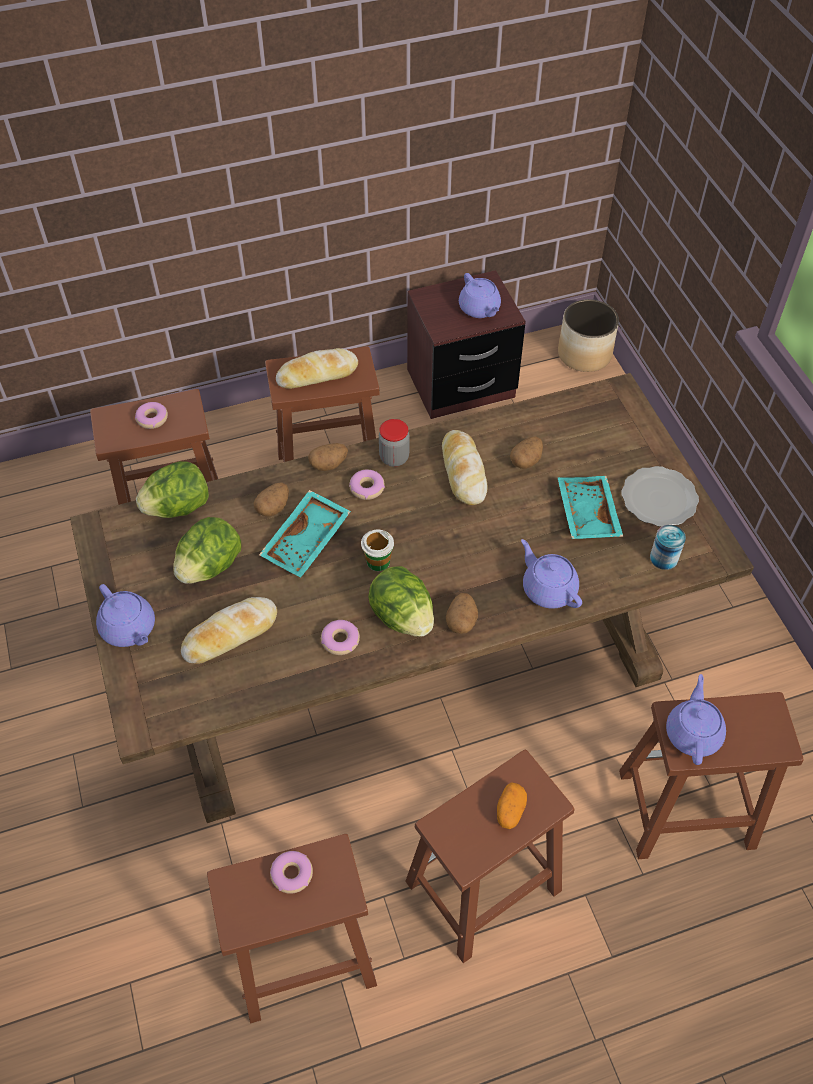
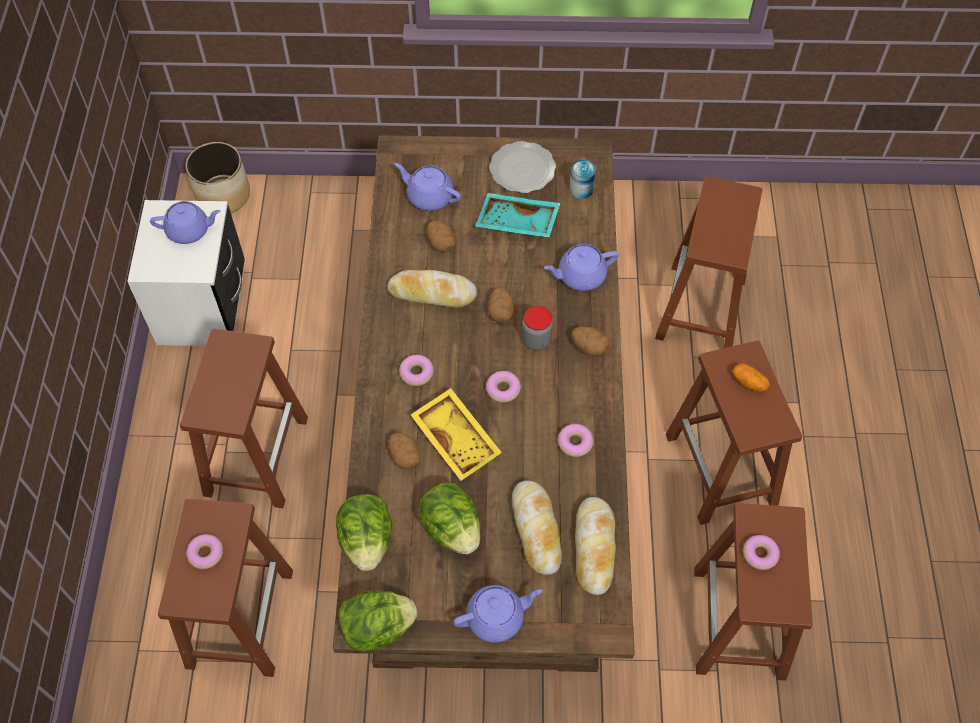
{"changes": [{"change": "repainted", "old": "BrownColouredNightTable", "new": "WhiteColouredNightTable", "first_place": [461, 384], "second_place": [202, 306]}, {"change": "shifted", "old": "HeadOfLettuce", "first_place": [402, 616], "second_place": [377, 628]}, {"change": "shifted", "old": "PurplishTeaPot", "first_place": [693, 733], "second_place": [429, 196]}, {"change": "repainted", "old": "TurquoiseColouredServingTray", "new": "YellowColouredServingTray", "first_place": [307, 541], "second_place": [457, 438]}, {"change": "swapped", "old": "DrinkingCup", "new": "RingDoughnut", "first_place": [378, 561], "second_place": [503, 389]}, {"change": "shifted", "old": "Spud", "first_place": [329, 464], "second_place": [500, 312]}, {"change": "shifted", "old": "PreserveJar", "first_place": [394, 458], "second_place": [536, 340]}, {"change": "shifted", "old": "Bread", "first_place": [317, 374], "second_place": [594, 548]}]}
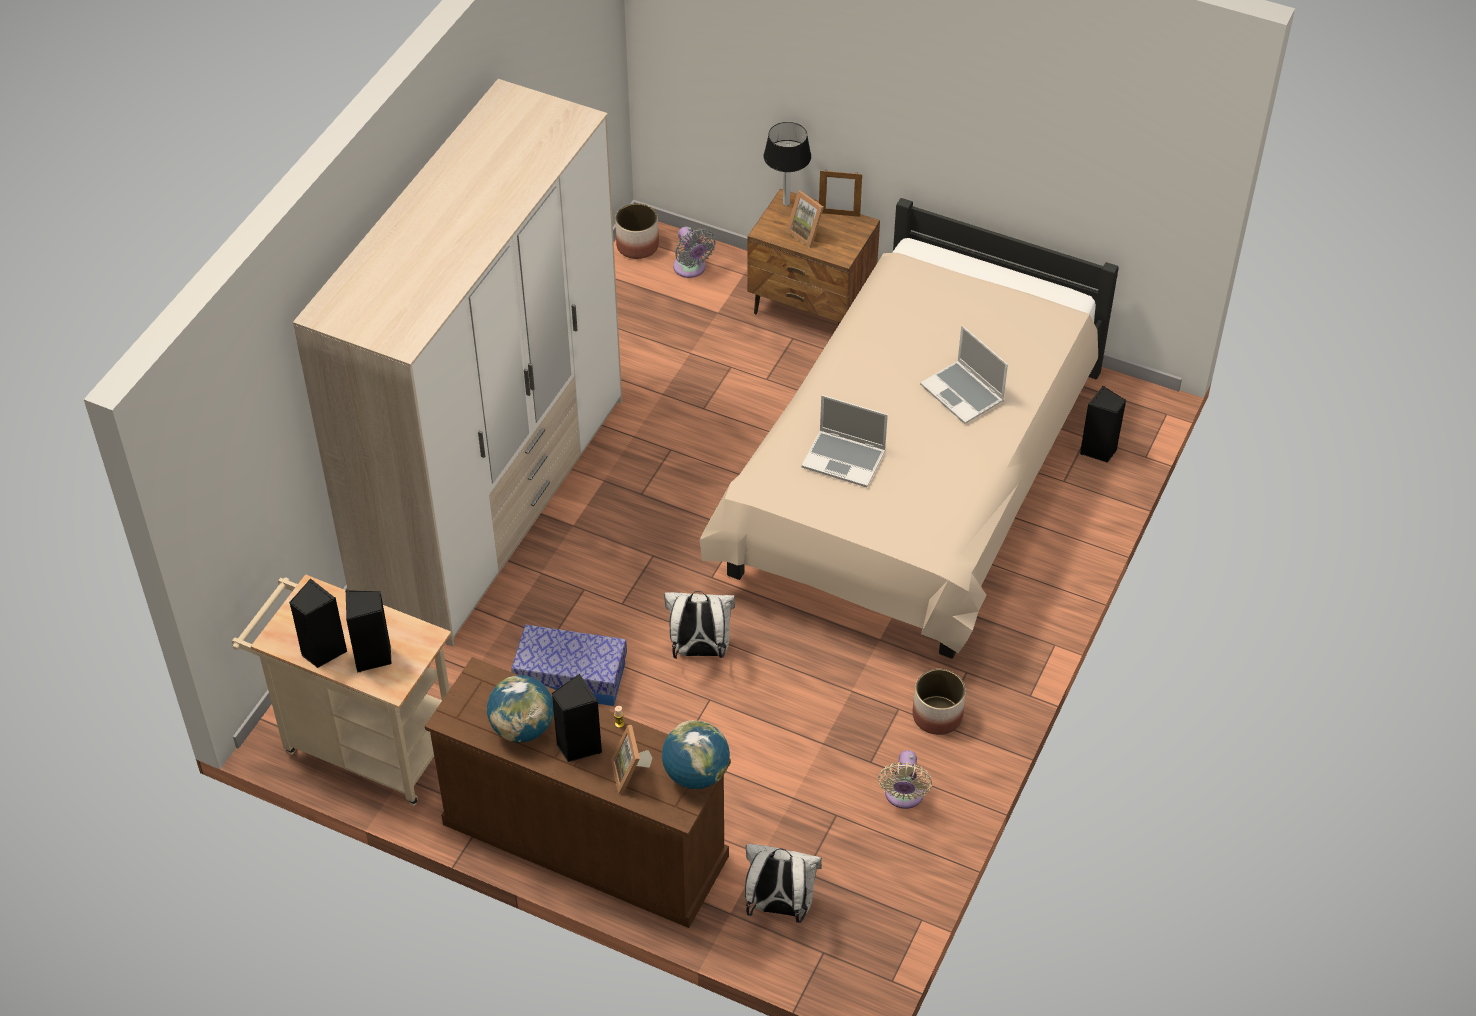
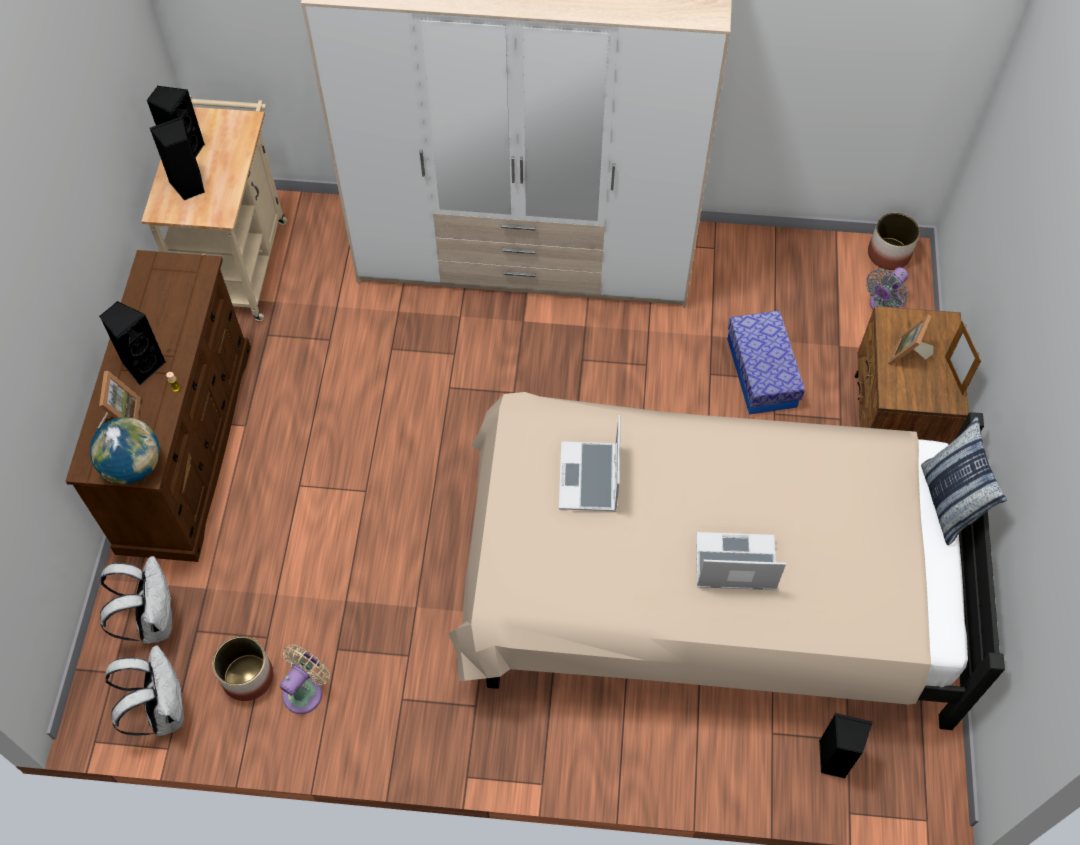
{"changes": [{"change": "rotated", "old": "PictureFrame", "first_place": [631, 774], "second_place": [122, 416], "degrees": 120}, {"change": "shifted", "old": "WhiteColouredKnapsack", "first_place": [699, 650], "second_place": [163, 710]}, {"change": "shifted", "old": "FlowerPot", "first_place": [937, 716], "second_place": [247, 677]}, {"change": "rotated", "old": "BeigeCoolingFan", "first_place": [903, 796], "second_place": [305, 691], "degrees": 135}, {"change": "rotated", "old": "NotebookComputer", "first_place": [963, 394], "second_place": [734, 564], "degrees": 60}, {"change": "shifted", "old": "StorageContainer", "first_place": [571, 677], "second_place": [761, 372]}, {"change": "new", "new": "Cushion", "second_place": [948, 502]}, {"change": "gone", "old": "WorldGlobe", "first_place": [522, 728]}, {"change": "gone", "old": "TableLamp", "first_place": [786, 203]}]}
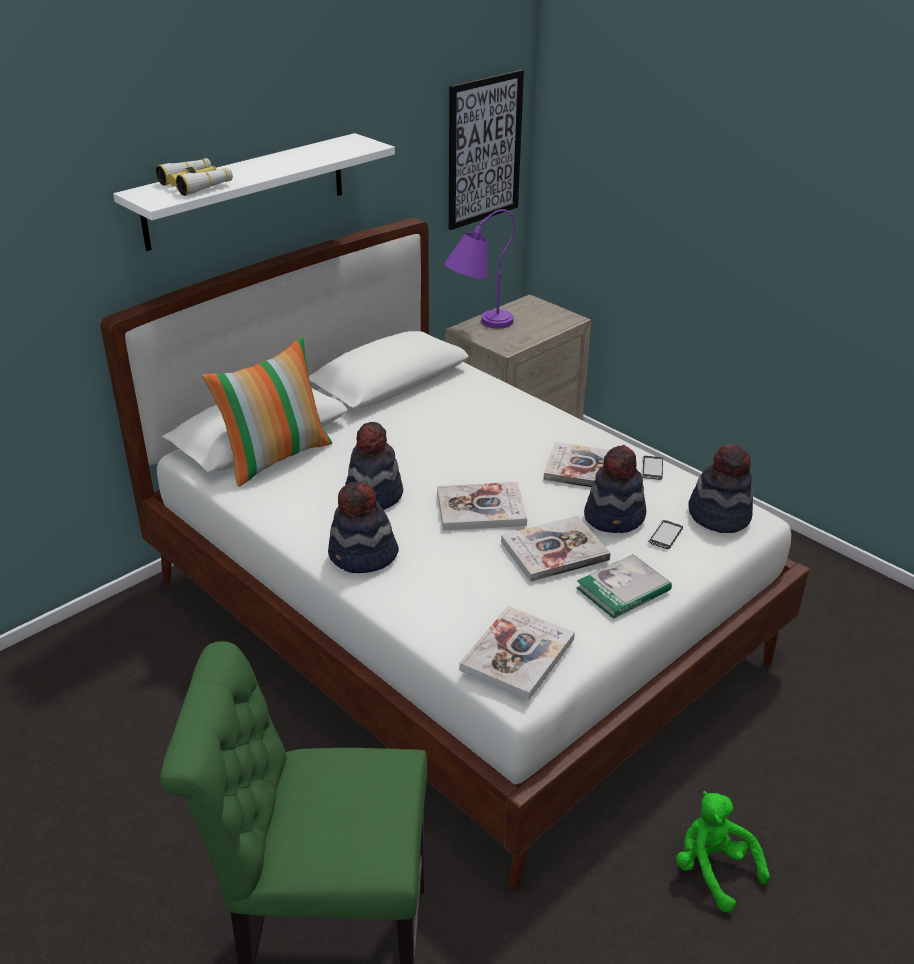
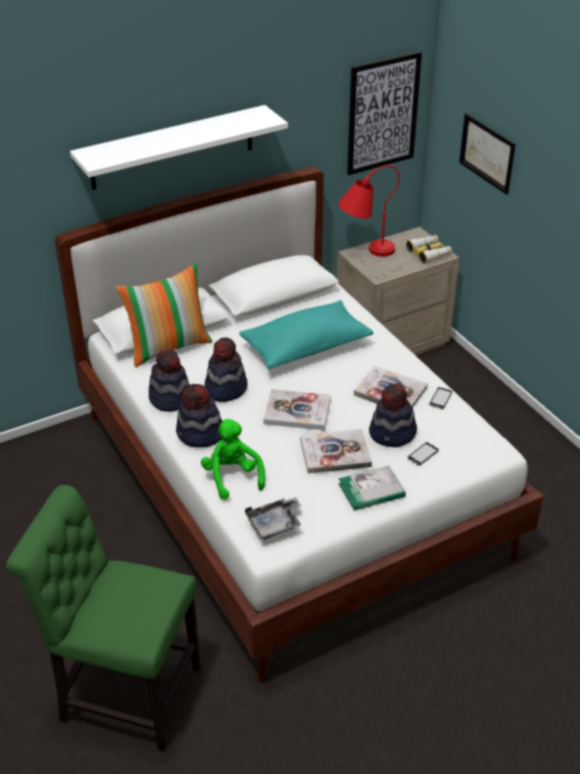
{"changes": [{"change": "shifted", "old": "ClothingHat", "first_place": [719, 515], "second_place": [170, 398]}, {"change": "shifted", "old": "GreenColouredPlushToy", "first_place": [713, 869], "second_place": [232, 477]}, {"change": "new", "new": "TurquoiseColouredCushion", "second_place": [306, 347]}, {"change": "swapped", "old": "Volume", "new": "GrayServingTray", "first_place": [517, 654], "second_place": [275, 524]}, {"change": "repainted", "old": "PurplishTableLamp", "new": "RedColouredTableLamp", "first_place": [477, 325], "second_place": [364, 251]}, {"change": "shifted", "old": "FieldGlasses", "first_place": [196, 184], "second_place": [428, 253]}, {"change": "new", "new": "WallPicture", "second_place": [487, 153]}]}
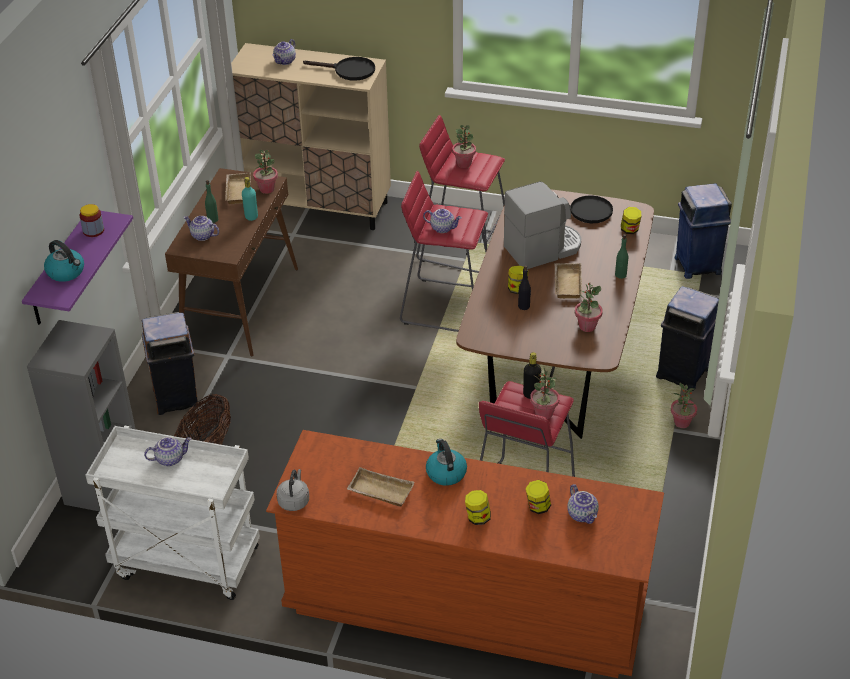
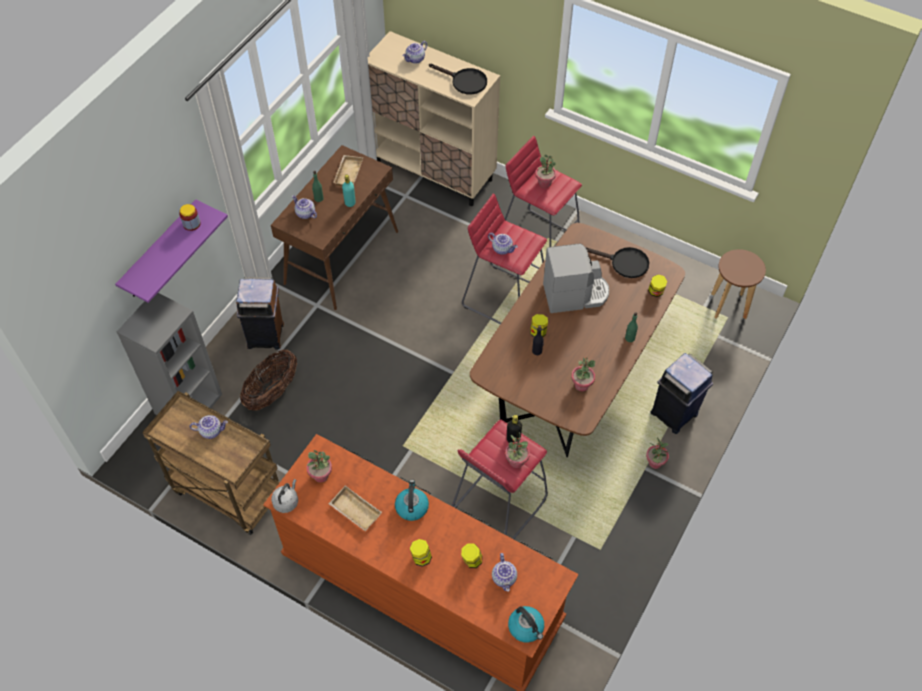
{"changes": [{"change": "repainted", "old": "WhiteColouredCart", "new": "BrownColouredCart", "first_place": [185, 563], "second_place": [226, 491]}, {"change": "shifted", "old": "PlantInAPot", "first_place": [267, 189], "second_place": [321, 475]}, {"change": "shifted", "old": "WaterKettle", "first_place": [66, 272], "second_place": [526, 627]}, {"change": "swapped", "old": "BlueColouredTrashCan", "new": "BrownColouredStool", "first_place": [697, 265], "second_place": [728, 306]}, {"change": "gone", "old": "BeigeServingTray", "first_place": [566, 283]}]}
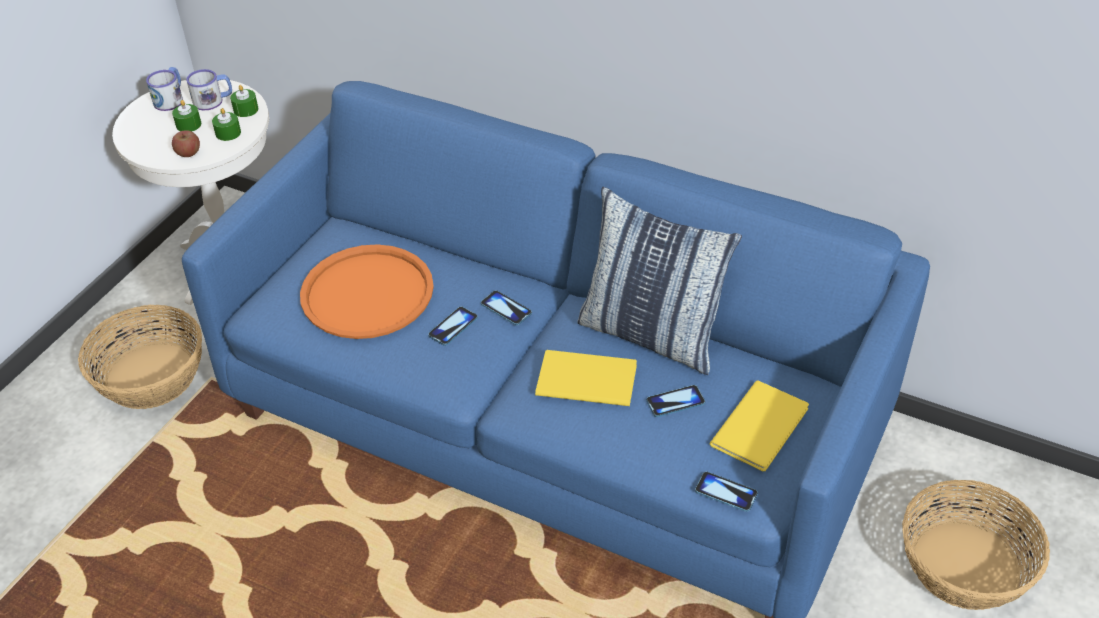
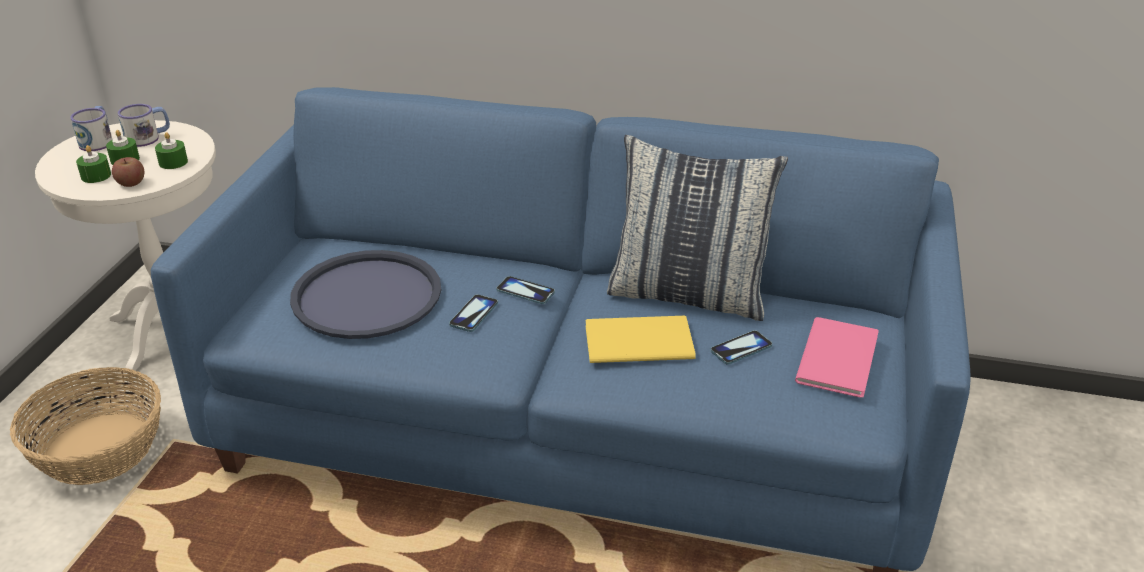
{"changes": [{"change": "shifted", "old": "GreenColouredWaxLight", "first_place": [246, 109], "second_place": [96, 176]}, {"change": "repainted", "old": "OrangeColouredServingTray", "new": "BlueColouredServingTray", "first_place": [367, 293], "second_place": [367, 296]}, {"change": "repainted", "old": "YellowColouredVolume", "new": "PinkVolume", "first_place": [763, 426], "second_place": [841, 357]}, {"change": "gone", "old": "Phone", "first_place": [726, 492]}, {"change": "gone", "old": "Basket", "first_place": [965, 565]}]}
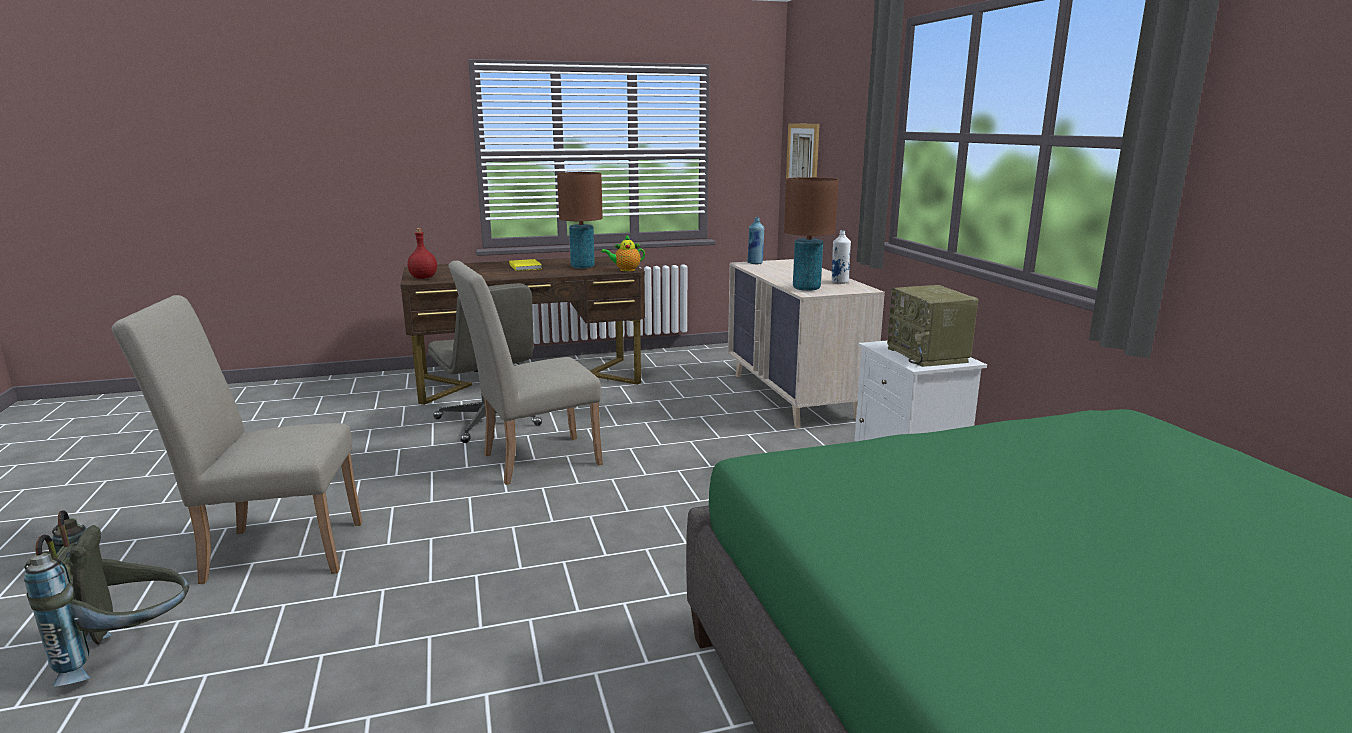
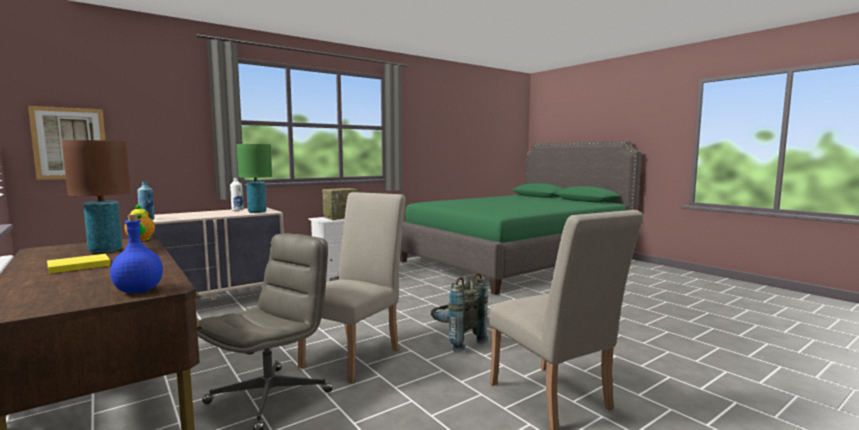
{"changes": [{"change": "repainted", "old": "RedColouredDrinkBottle", "new": "BlueColouredDrinkBottle", "first_place": [423, 278], "second_place": [139, 290]}, {"change": "repainted", "old": "BrownColouredTableLamp", "new": "GreenColouredTableLamp", "first_place": [806, 288], "second_place": [257, 212]}, {"change": "rotated", "old": "BeigePlainChair", "first_place": [532, 460], "second_place": [356, 354], "degrees": -105}, {"change": "shifted", "old": "GrayKnapsack", "first_place": [129, 651], "second_place": [456, 341]}]}
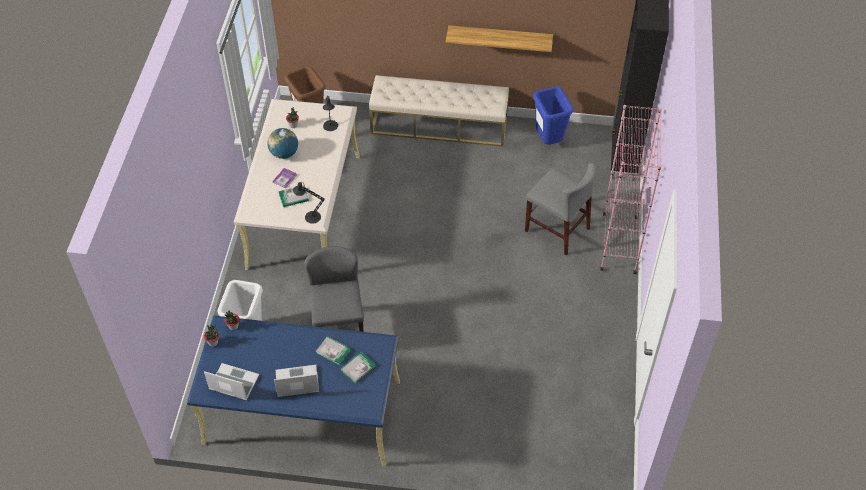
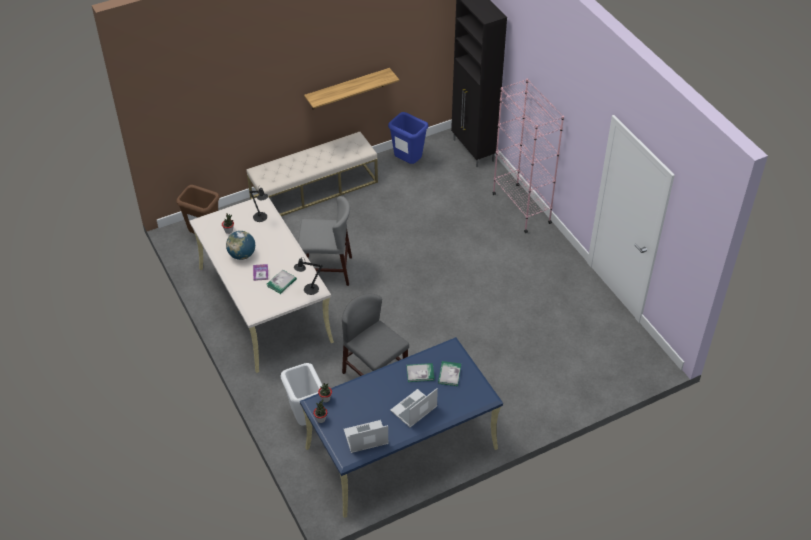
{"changes": [{"change": "shifted", "old": "GrayPlainChair", "first_place": [557, 229], "second_place": [327, 270]}]}
